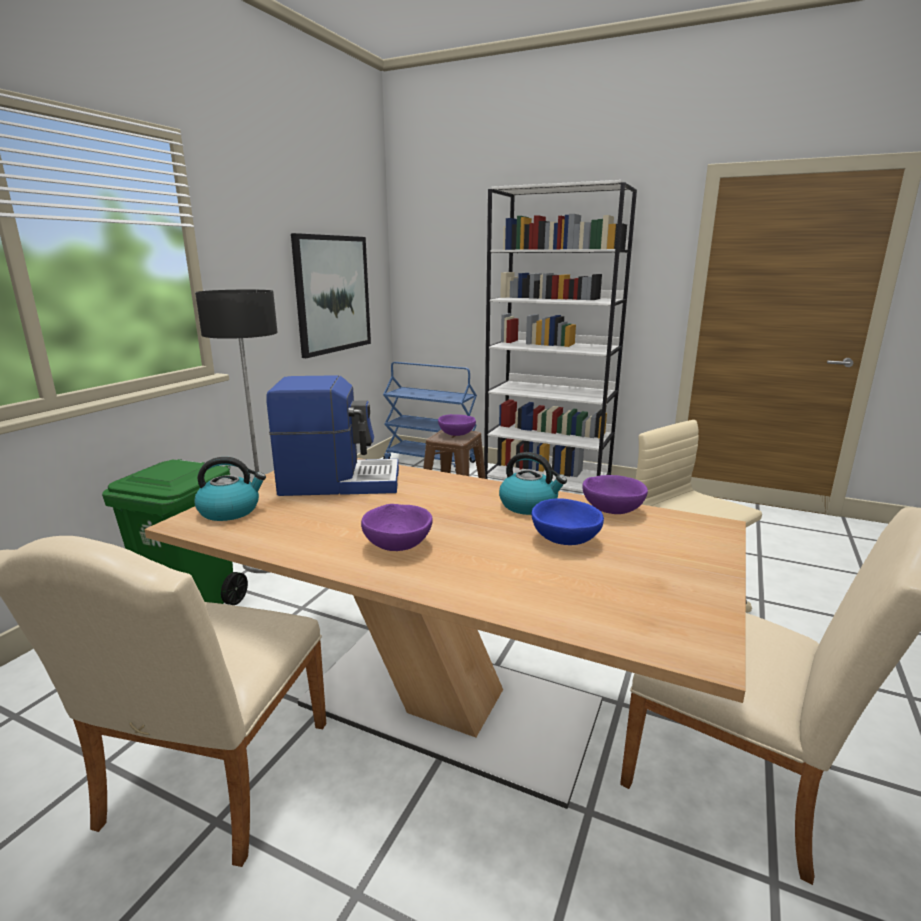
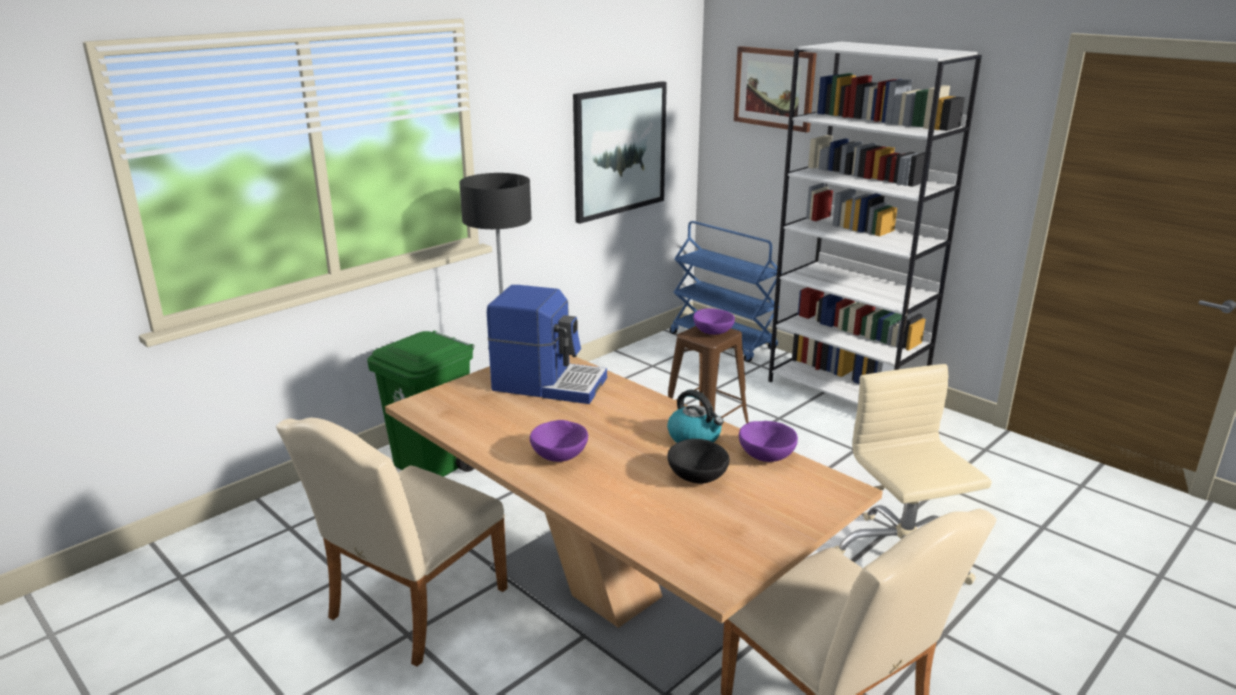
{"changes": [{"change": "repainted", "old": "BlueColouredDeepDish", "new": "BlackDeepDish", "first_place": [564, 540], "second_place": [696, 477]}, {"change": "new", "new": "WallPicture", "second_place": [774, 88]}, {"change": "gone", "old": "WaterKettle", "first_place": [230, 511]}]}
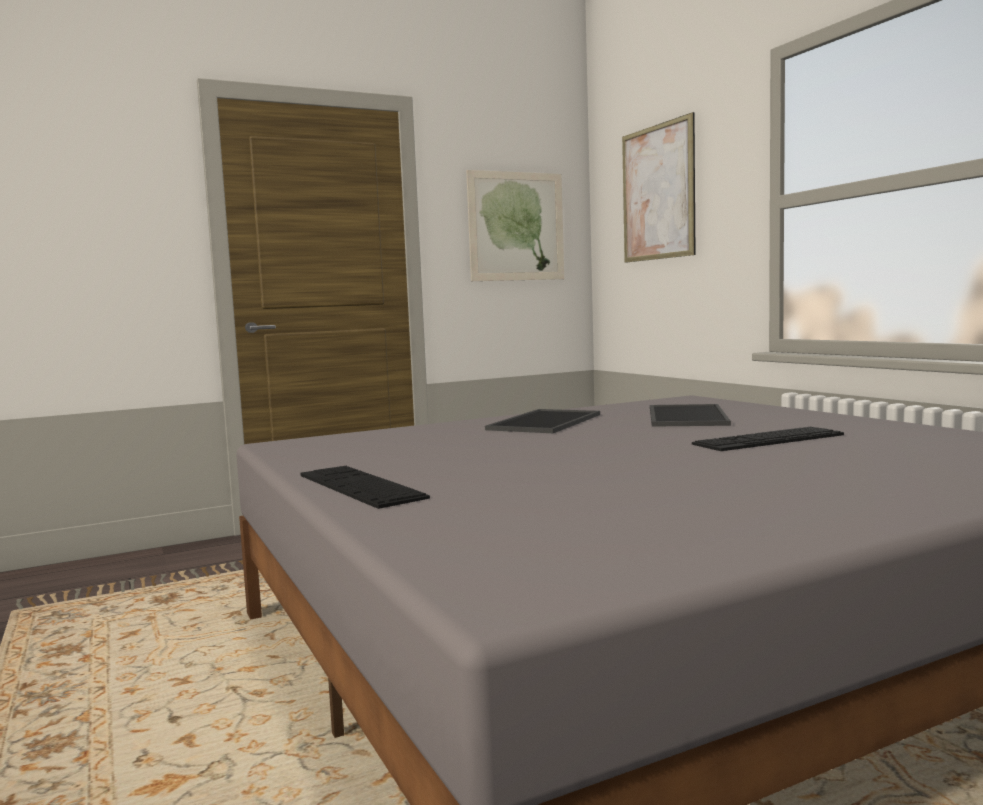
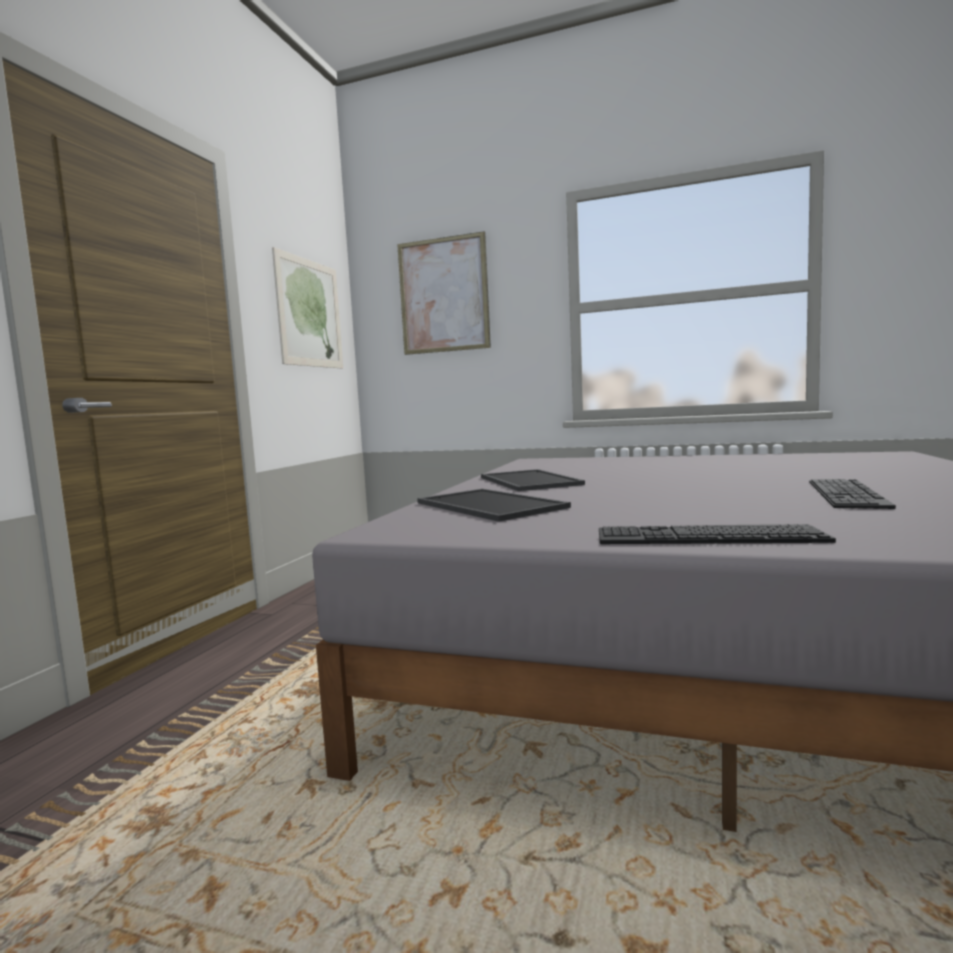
{"changes": [{"change": "shifted", "old": "ServingTray", "first_place": [684, 416], "second_place": [486, 505]}, {"change": "shifted", "old": "ComputerKeyboard", "first_place": [768, 439], "second_place": [846, 493]}]}
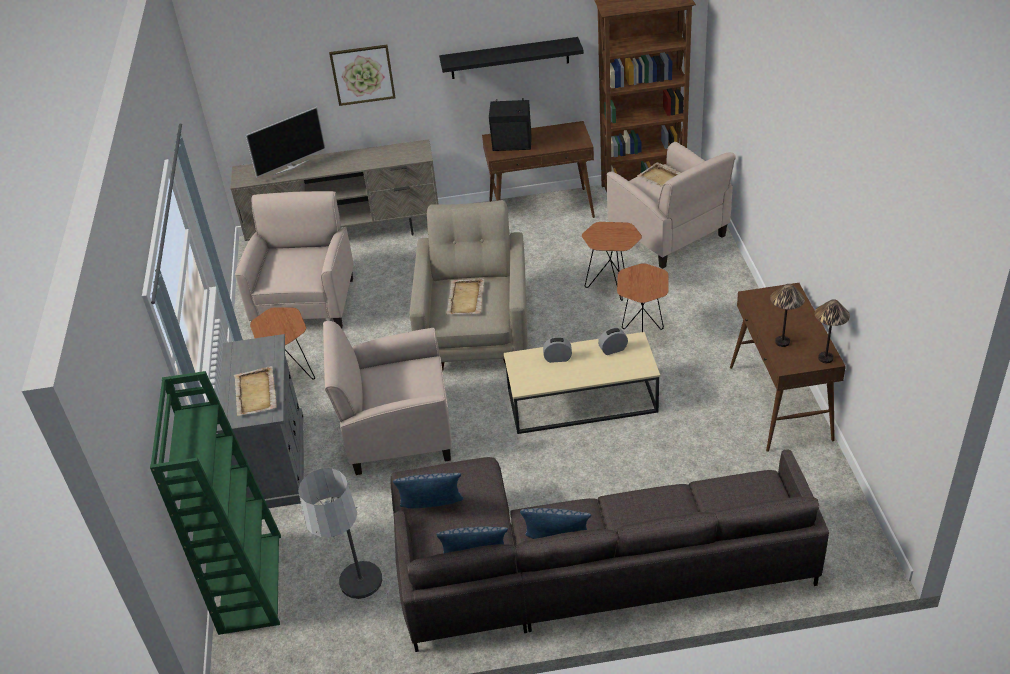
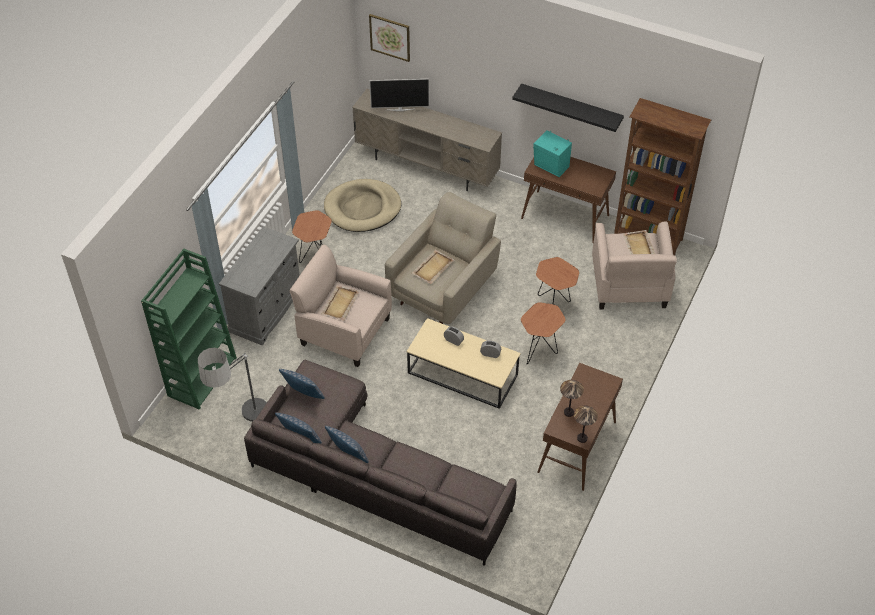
{"changes": [{"change": "shifted", "old": "BeigeServingTray", "first_place": [255, 393], "second_place": [340, 304]}, {"change": "swapped", "old": "BeigeEasyChair", "new": "BeigeDogCushion", "first_place": [305, 303], "second_place": [362, 208]}, {"change": "shifted", "old": "WallPicture", "first_place": [362, 74], "second_place": [390, 37]}, {"change": "repainted", "old": "BlackSpeaker", "new": "TurquoiseColouredSpeaker", "first_place": [512, 145], "second_place": [551, 167]}]}
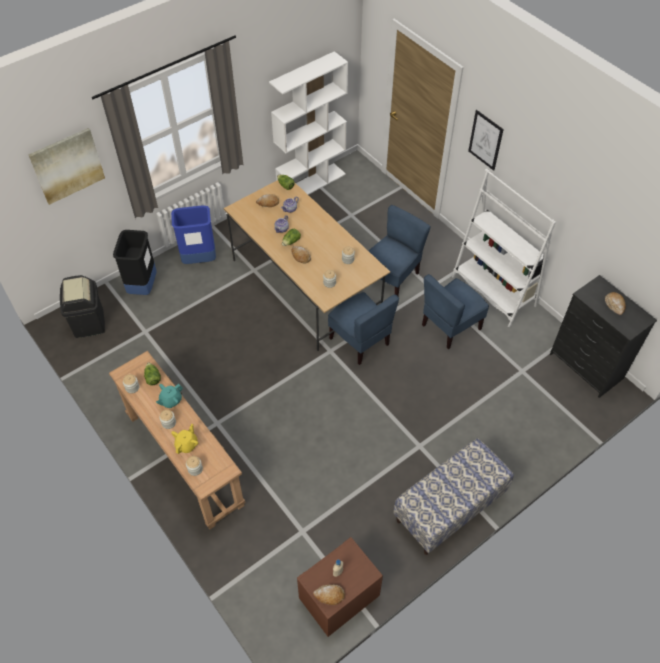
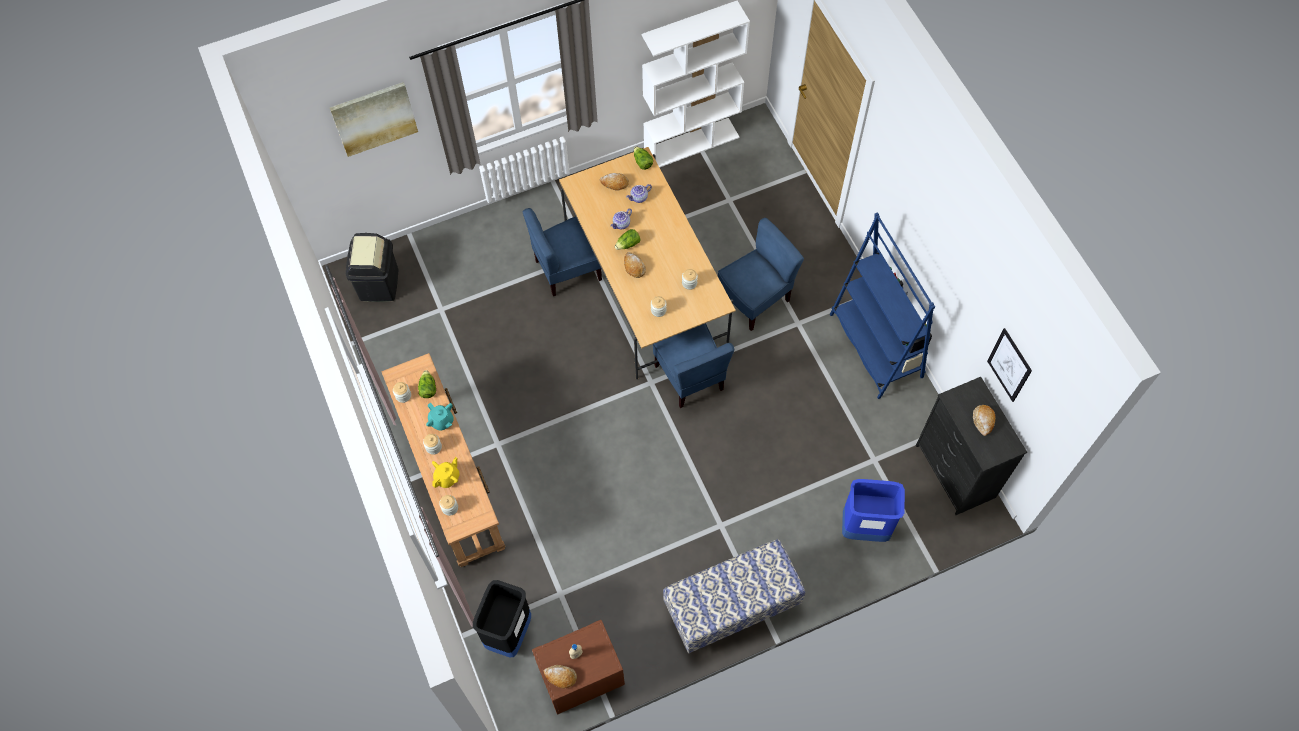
{"changes": [{"change": "rotated", "old": "TurquoiseColouredTeaPot", "first_place": [171, 400], "second_place": [441, 421], "degrees": -105}, {"change": "shifted", "old": "BlackTrashCan", "first_place": [143, 286], "second_place": [509, 633]}, {"change": "shifted", "old": "BlueColouredPlainChair", "first_place": [450, 326], "second_place": [567, 269]}, {"change": "repainted", "old": "WhiteColouredShelvingUnit", "new": "BlueColouredShelvingUnit", "first_place": [493, 291], "second_place": [876, 346]}, {"change": "shifted", "old": "BlueColouredTrashCan", "first_place": [199, 259], "second_place": [864, 528]}, {"change": "shifted", "old": "WallPicture", "first_place": [485, 140], "second_place": [1009, 365]}]}
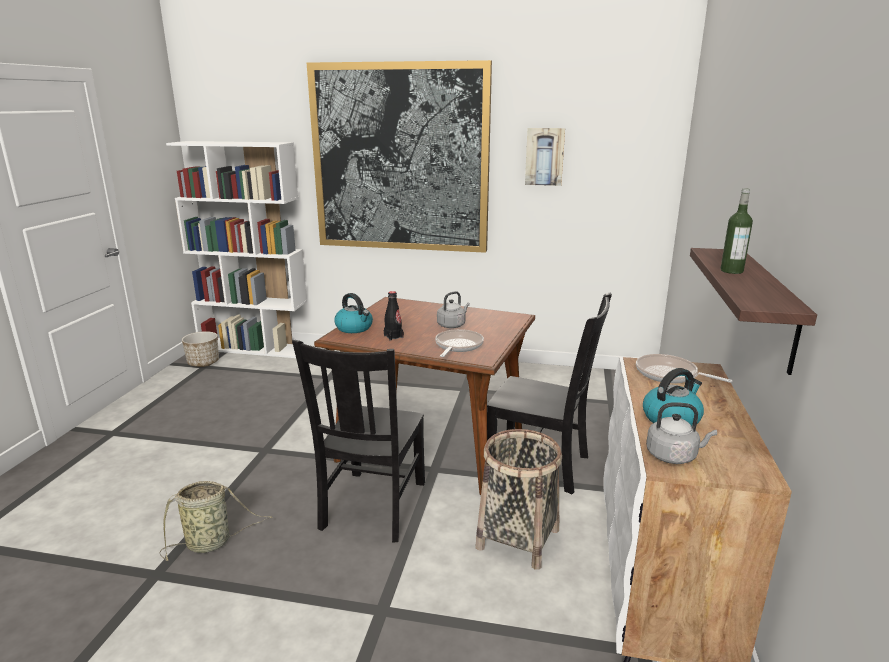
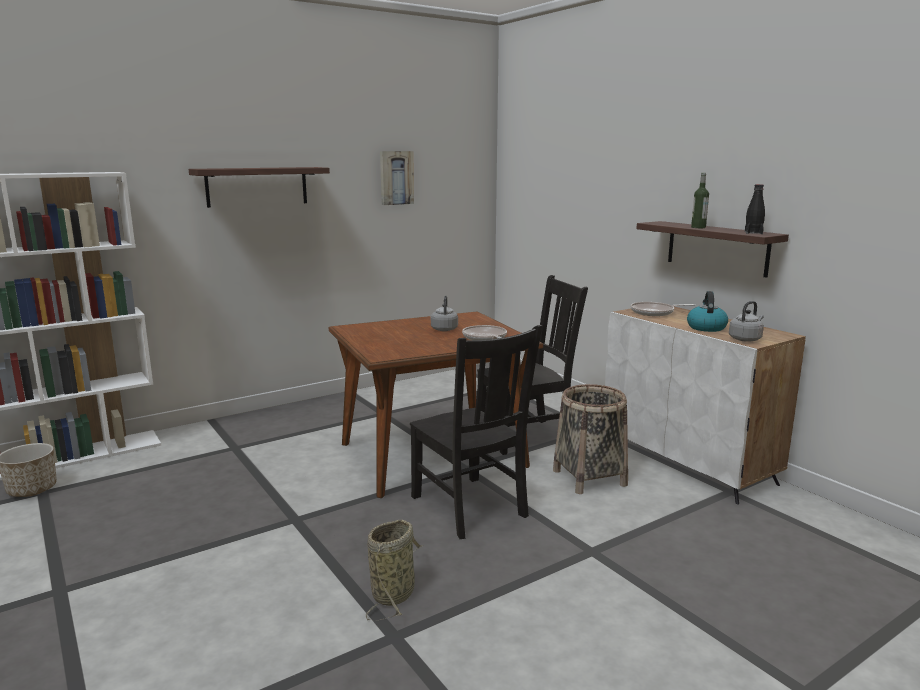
{"changes": [{"change": "swapped", "old": "WallPicture", "new": "WallShelf", "first_place": [400, 159], "second_place": [257, 186]}, {"change": "shifted", "old": "BlackDrinkBottle", "first_place": [393, 336], "second_place": [753, 233]}, {"change": "gone", "old": "WaterKettle", "first_place": [354, 328]}]}
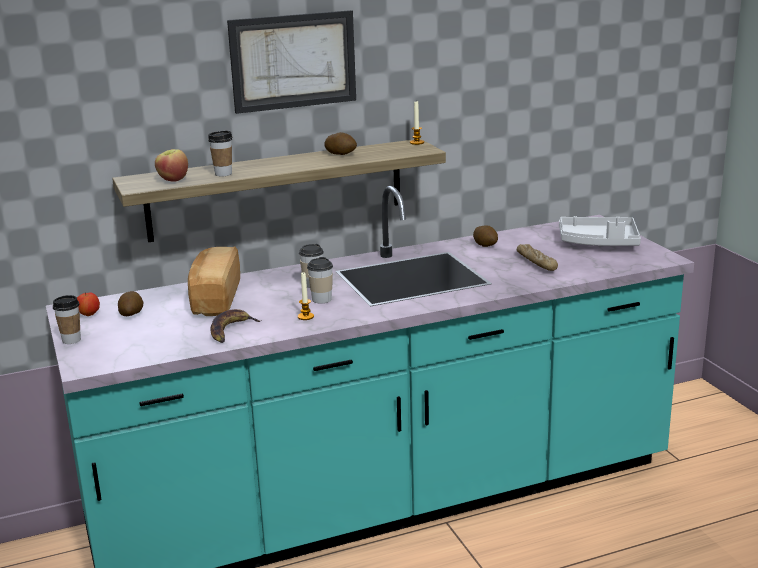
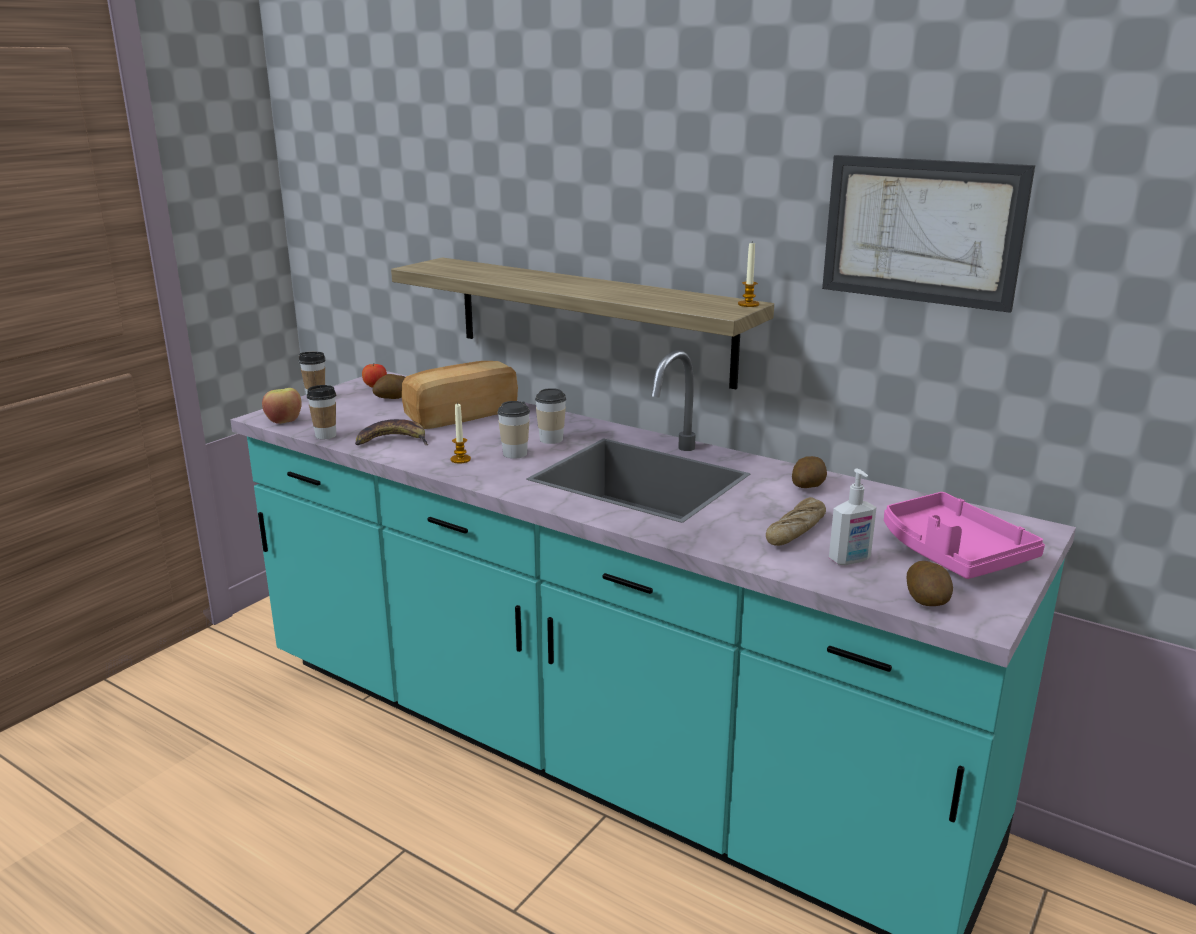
{"changes": [{"change": "shifted", "old": "WholeApple", "first_place": [173, 180], "second_place": [284, 421]}, {"change": "shifted", "old": "DrinkingCup", "first_place": [223, 174], "second_place": [326, 436]}, {"change": "shifted", "old": "WallPicture", "first_place": [293, 61], "second_place": [922, 231]}, {"change": "new", "new": "SoapDispenser", "second_place": [850, 560]}, {"change": "repainted", "old": "GrayServingTray", "new": "PinkServingTray", "first_place": [598, 242], "second_place": [952, 553]}, {"change": "shifted", "old": "Spud", "first_place": [341, 154], "second_place": [927, 600]}]}
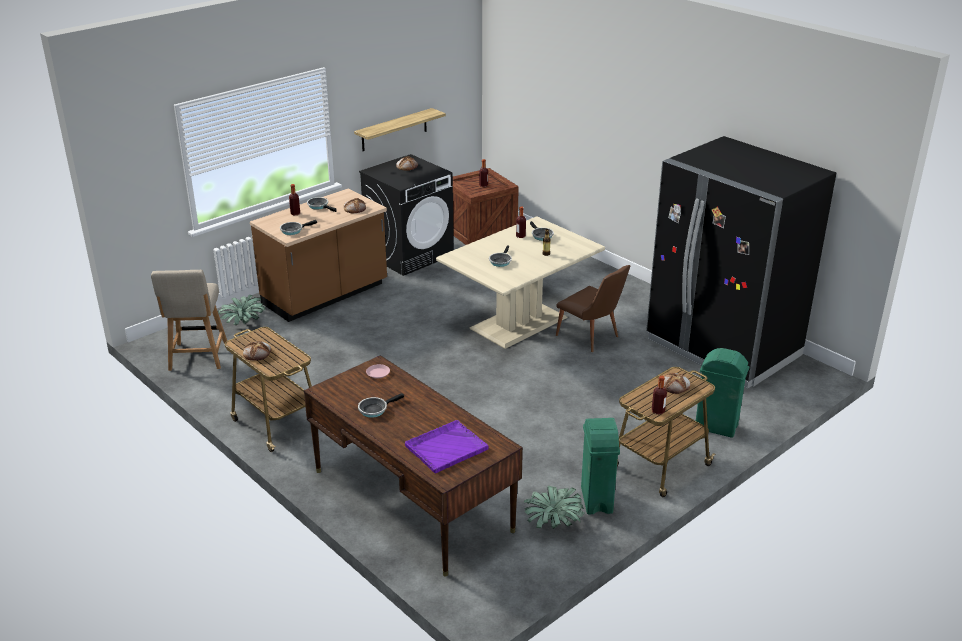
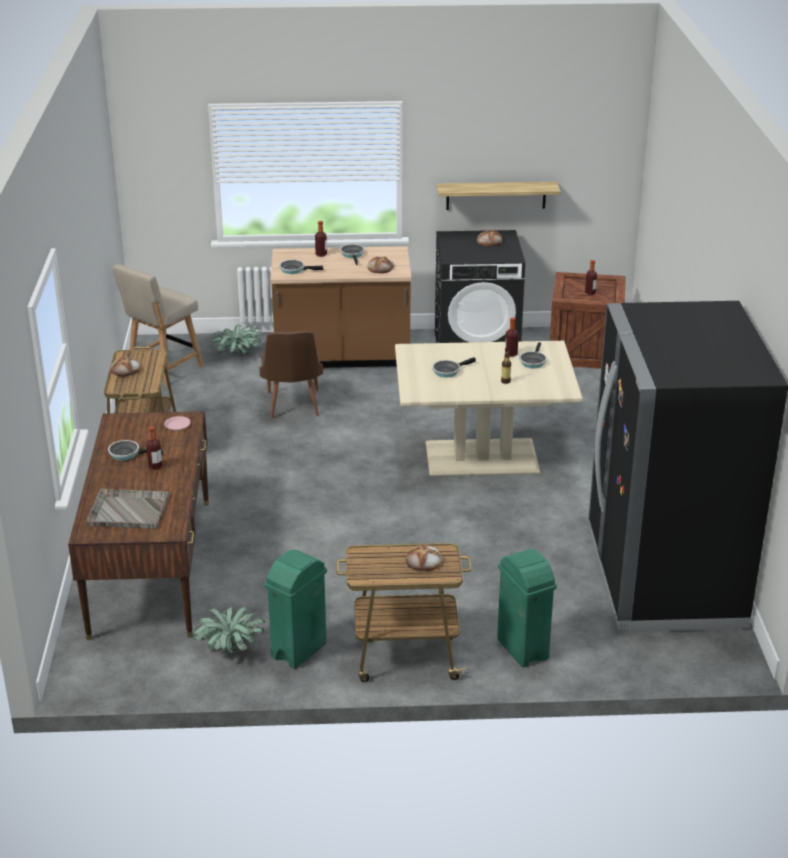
{"changes": [{"change": "repainted", "old": "PurplishServingTray", "new": "GrayServingTray", "first_place": [445, 448], "second_place": [127, 510]}, {"change": "shifted", "old": "DrinkBottle", "first_place": [658, 411], "second_place": [155, 466]}, {"change": "shifted", "old": "BrownColouredPlainChair", "first_place": [591, 338], "second_place": [293, 407]}]}
